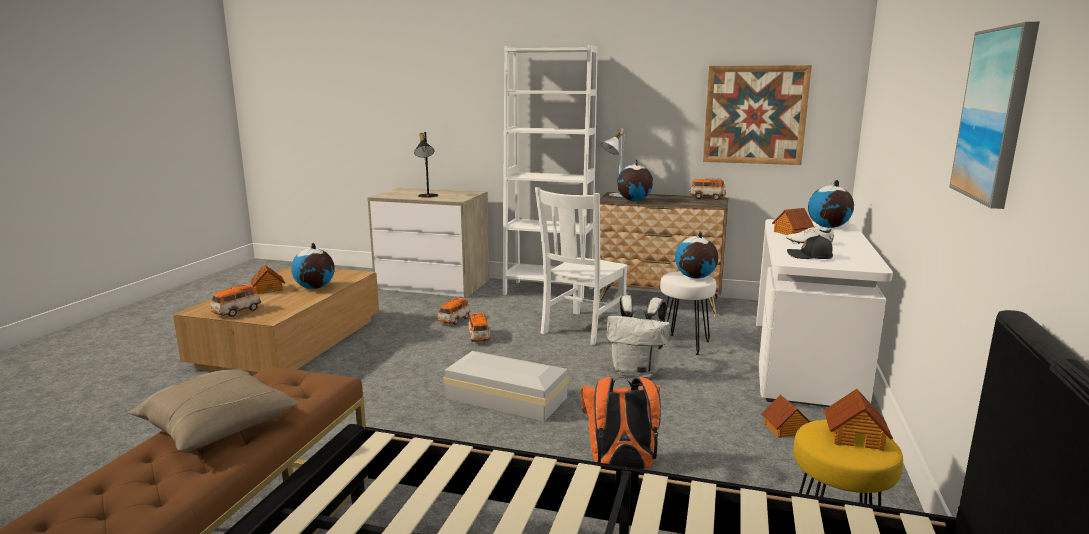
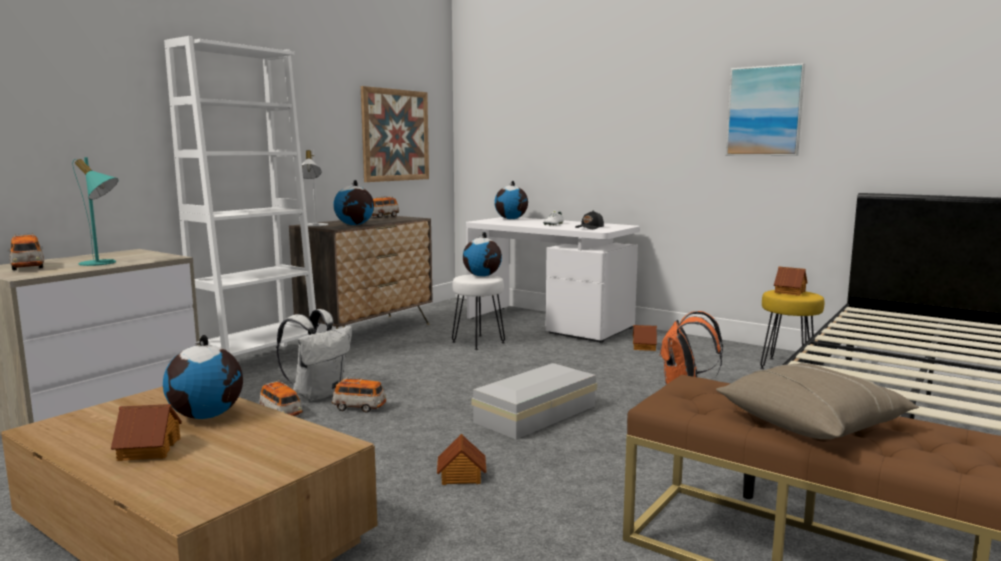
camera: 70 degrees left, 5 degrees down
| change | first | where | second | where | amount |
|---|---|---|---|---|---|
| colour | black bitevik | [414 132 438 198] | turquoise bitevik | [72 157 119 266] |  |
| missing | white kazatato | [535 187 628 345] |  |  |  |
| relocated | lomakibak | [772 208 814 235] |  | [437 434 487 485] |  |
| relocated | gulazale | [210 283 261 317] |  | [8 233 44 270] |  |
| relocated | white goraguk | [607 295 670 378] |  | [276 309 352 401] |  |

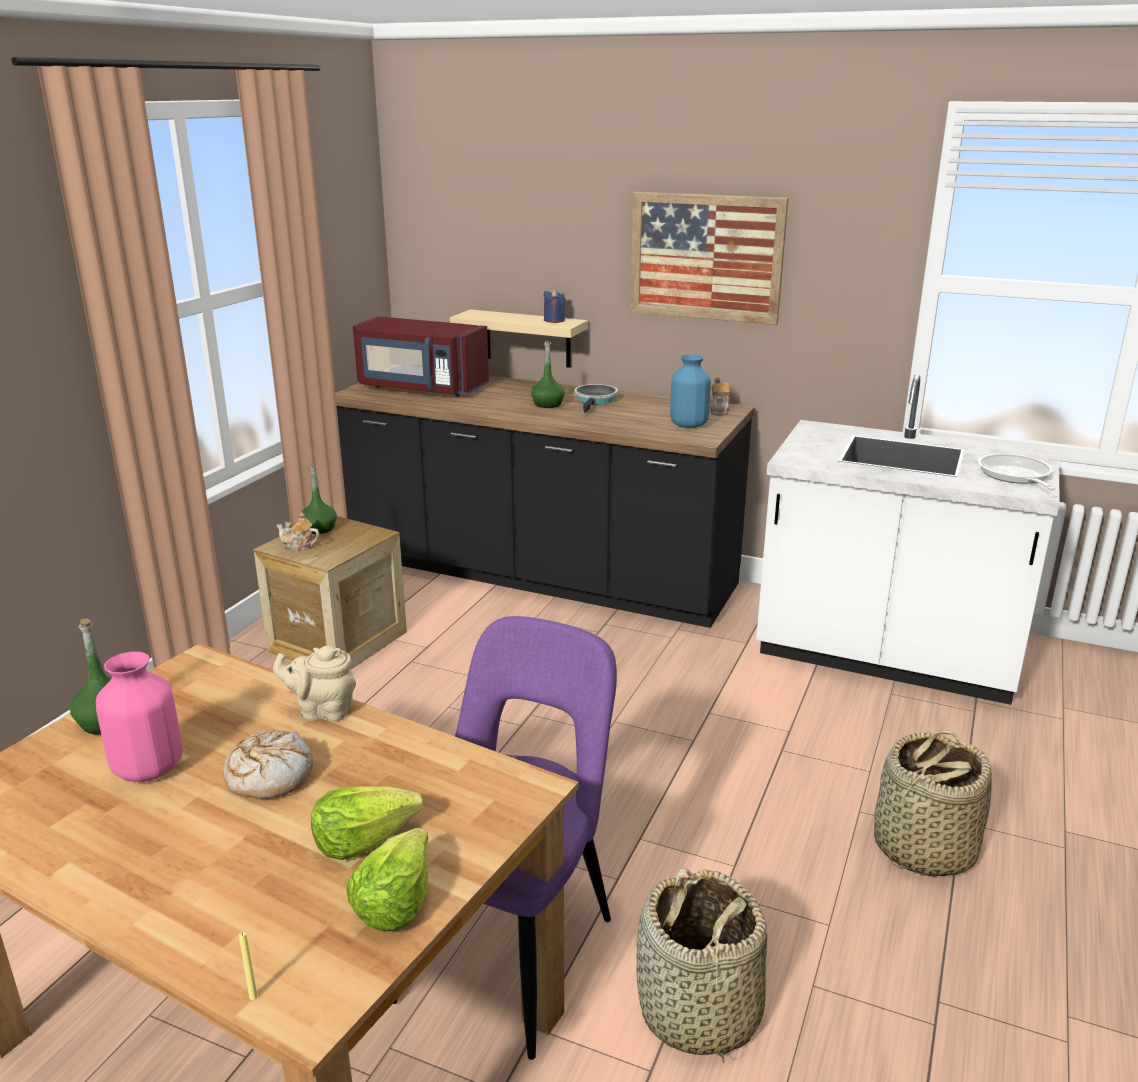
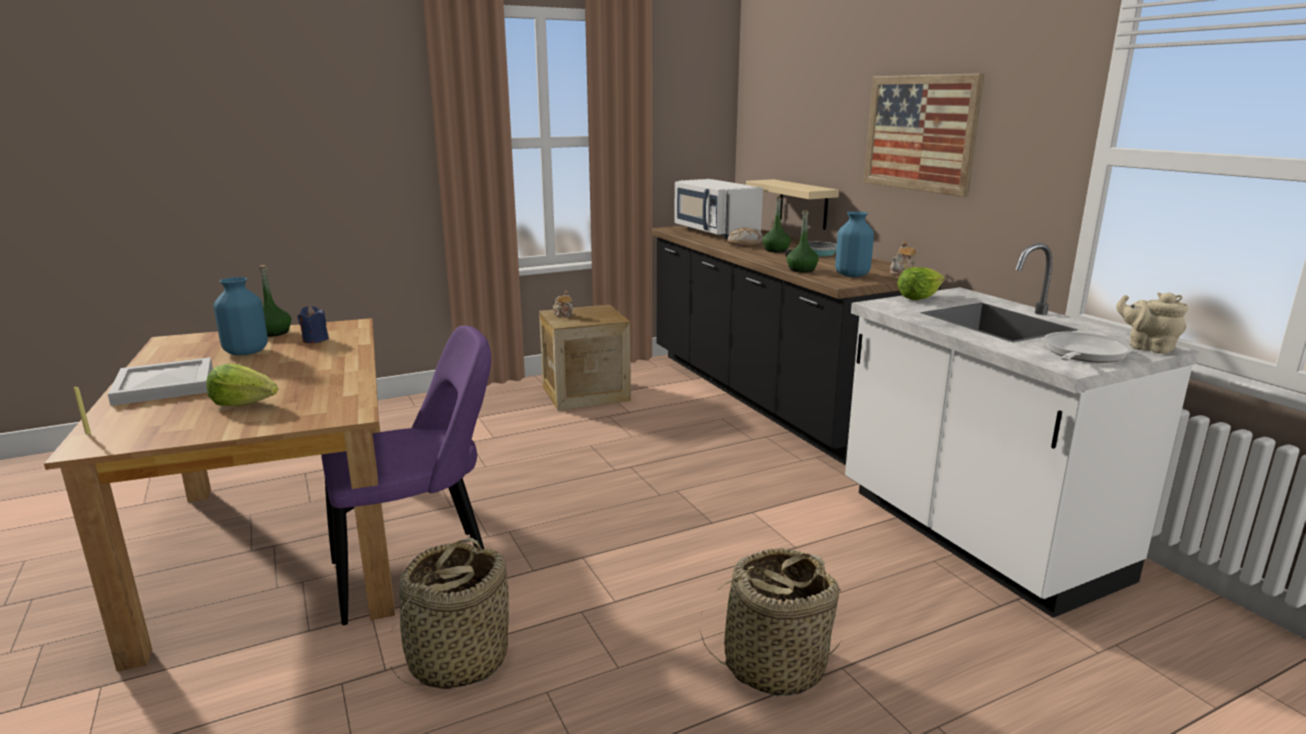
camera: 40 degrees right, 5 degrees down
| change | first | where | second | where | amount |
|---|---|---|---|---|---|
| relocated | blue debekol | [544 289 565 323] |  | [297 306 329 343] |  |
| colour | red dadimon | [353 316 489 397] | white dadimon | [674 179 763 239] |  |
| relocated | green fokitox | [302 464 337 534] |  | [787 210 819 273] |  |
| relocated | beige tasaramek | [273 646 356 722] |  | [1116 292 1188 354] |  |
| colour | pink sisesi | [96 651 183 782] | blue sisesi | [214 277 268 356] |  |
| relocated | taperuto | [223 730 313 799] |  | [728 227 763 247] |  |
| relocated | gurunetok | [346 828 428 931] |  | [897 267 945 300] |  |
| appeared |  |  | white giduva | [108 357 213 406] |  |

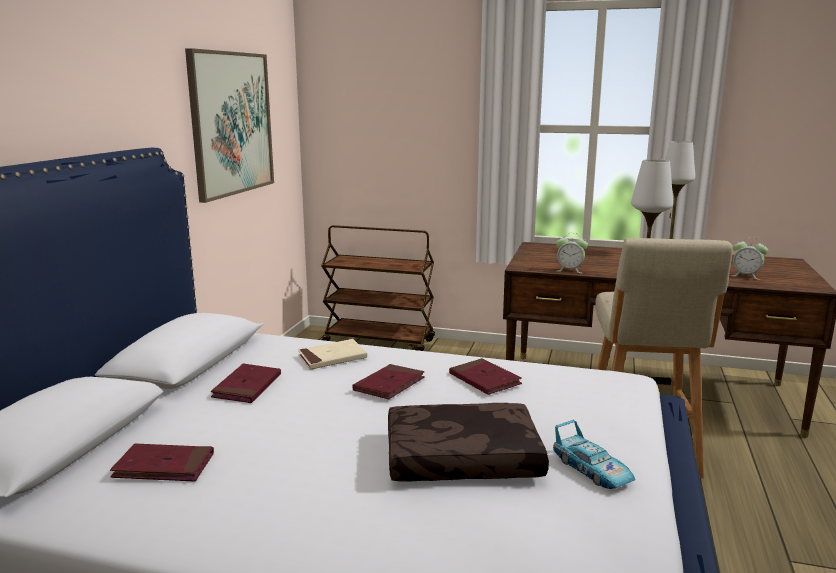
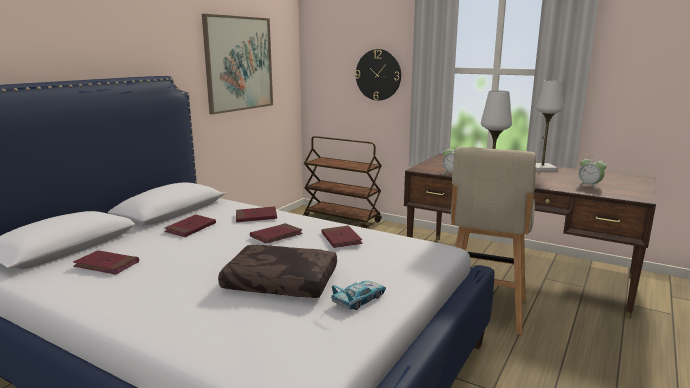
camera: 15 degrees right, 0 degrees up
| change | first | where | second | where | amount |
|---|---|---|---|---|---|
| colour | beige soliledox | [298 339 367 370] | red soliledox | [236 206 277 222] |  |
| spun | gulazale | [553 420 635 489] |  | [331 281 386 310] | 120 degrees counterclockwise |
| appeared |  |  | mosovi | [355 49 401 101] |  |

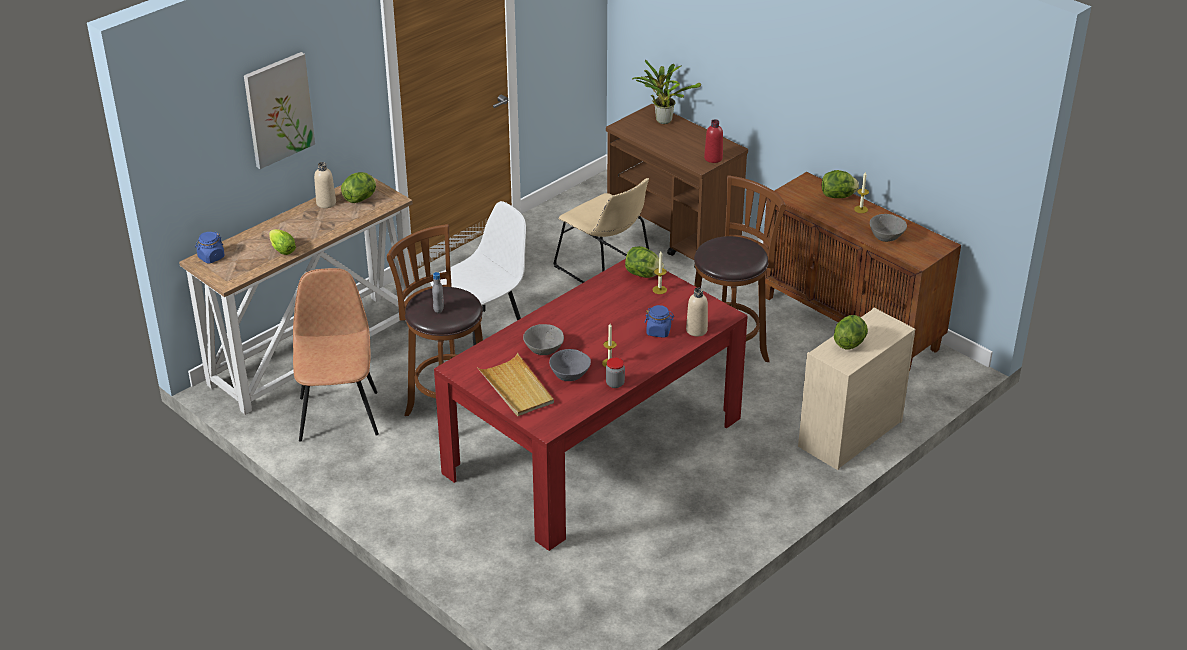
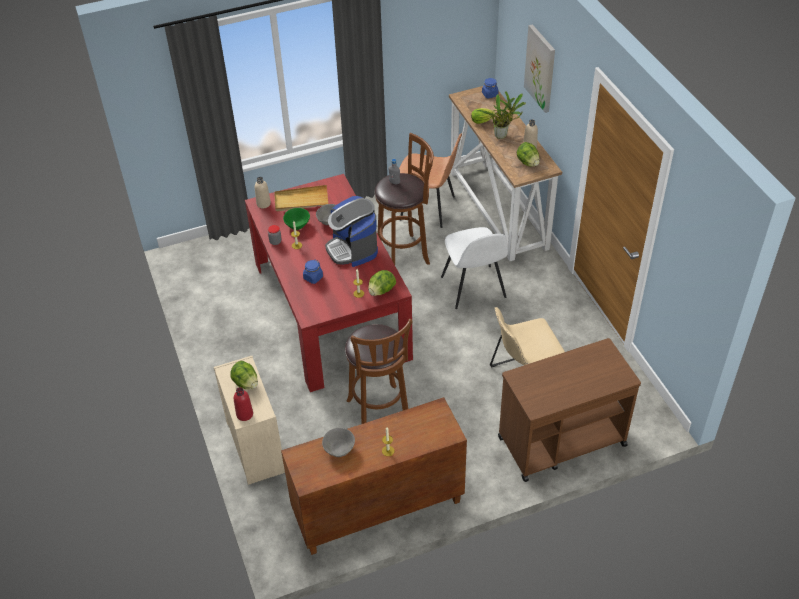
camera: 115 degrees right, 10 degrees up
| change | first | where | second | where | amount |
|---|---|---|---|---|---|
| relocated | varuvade | [632 60 701 124] |  | [476 91 525 139] |  |
| relocated | red fokitox | [704 119 723 163] |  | [234 387 253 421] |  |
| missing | gurunetok | [822 170 859 198] |  |  |  |
| relocated | beige fokitox | [686 288 708 336] |  | [255 177 271 208] |  |
| colour | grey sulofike | [549 349 591 381] | green sulofike | [283 208 310 230] |  |
| appeared |  |  | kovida | [325 196 378 267] |  |

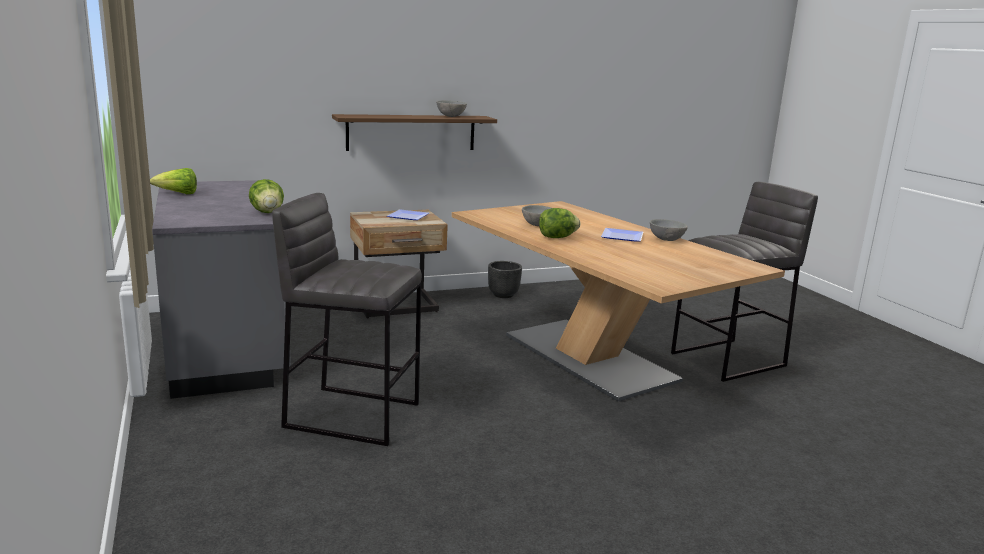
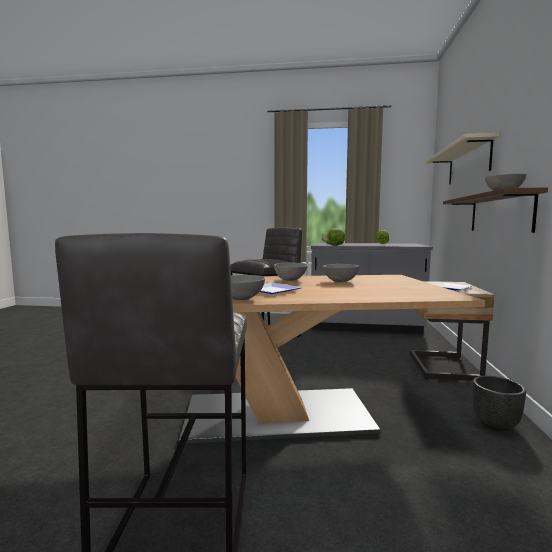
camera: 120 degrees right, 10 degrees down
| change | first | where | second | where | amount |
|---|---|---|---|---|---|
| exchanged | gurunetok | [539 208 580 238] | grey sulofike | [274 263 308 281] |  |
| appeared |  |  | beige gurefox | [425 133 499 185] |  |

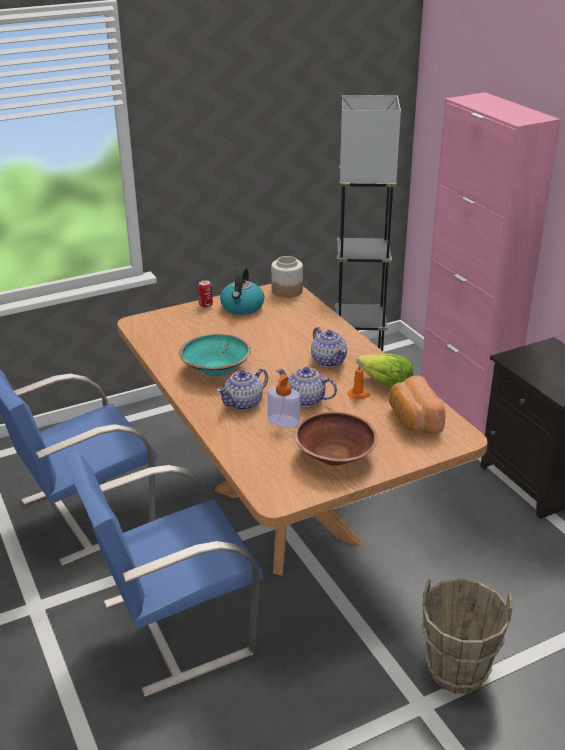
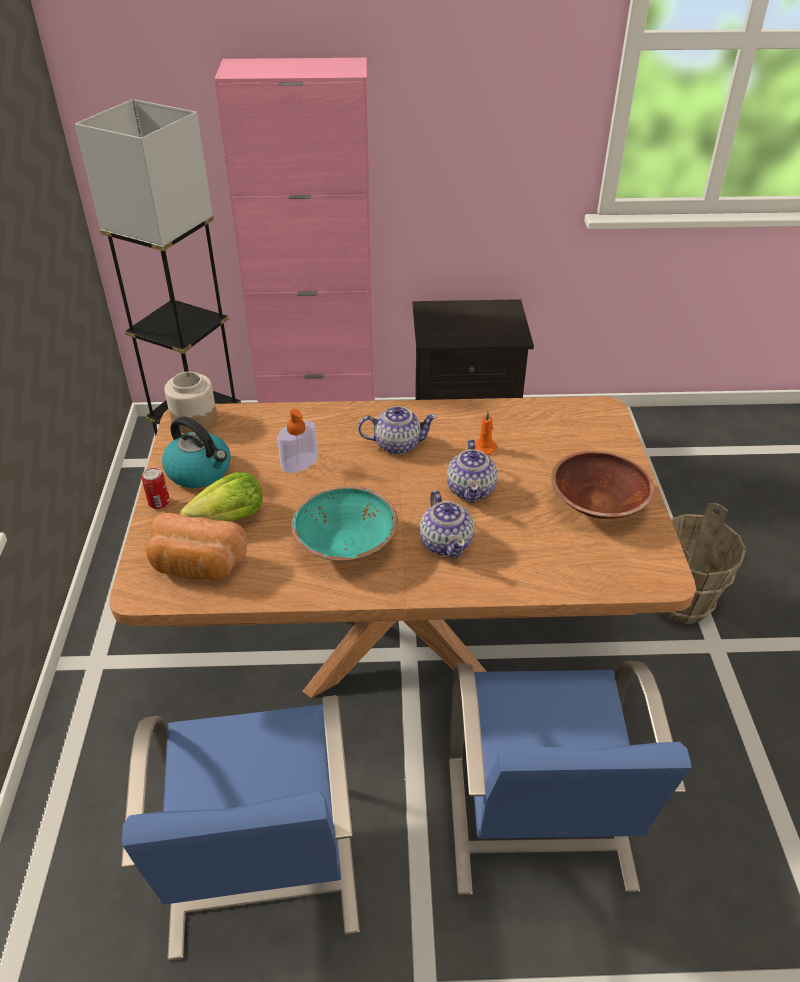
camera: 65 degrees left, 10 degrees up
| change | first | where | second | where | amount |
|---|---|---|---|---|---|
| relocated | gurunetok | [356 354 413 388] |  | [180 472 263 522] |  |
| spun | tasaramek | [276 367 337 407] |  | [447 439 498 503] | 45 degrees counterclockwise |
| relocated | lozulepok | [267 374 300 427] |  | [277 409 318 473] |  |
| relocated | taperuto | [389 375 446 434] |  | [146 513 247 581] |  |

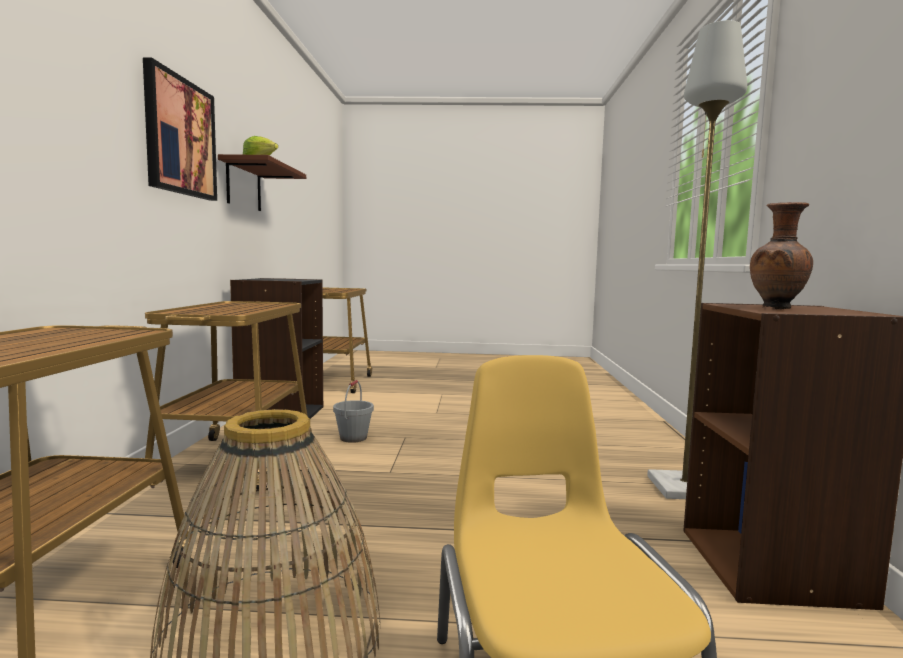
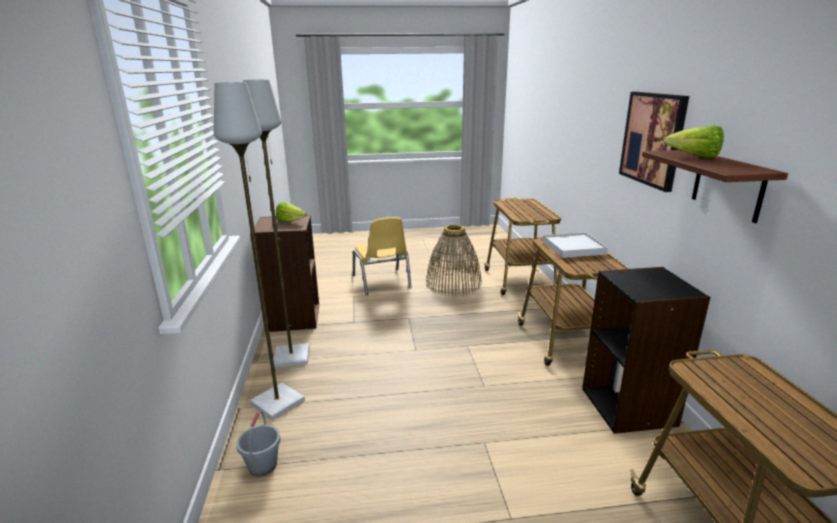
camera: 170 degrees right, 15 degrees up
| change | first | where | second | where | amount |
|---|---|---|---|---|---|
| exchanged | brown sisesi | [750 202 813 309] | gurunetok | [276 202 307 222] |  |
| relocated | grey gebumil | [333 380 374 443] |  | [236 411 280 477] |  |
| appeared |  |  | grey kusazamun | [214 82 305 421] |  |
| appeared |  |  | white giduva | [543 233 608 258] |  |

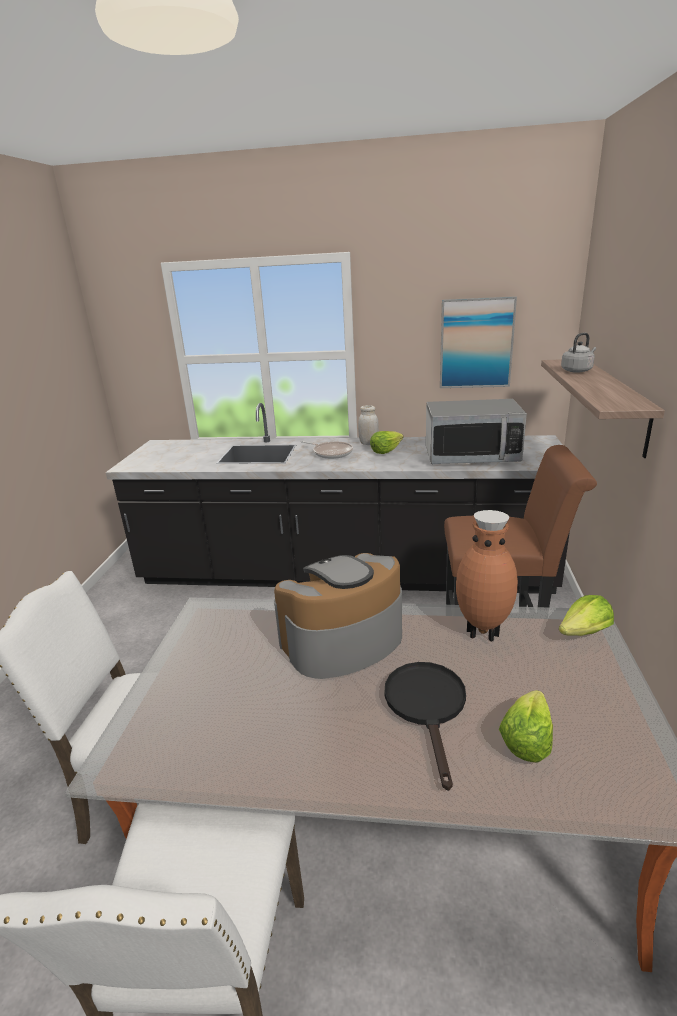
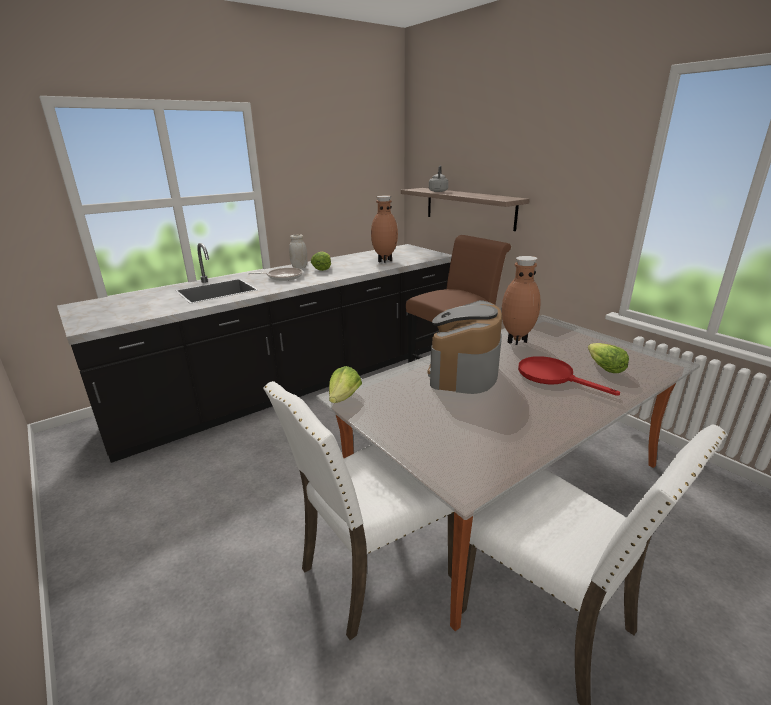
camera: 45 degrees left, 0 degrees up
| change | first | where | second | where | amount |
|---|---|---|---|---|---|
| missing | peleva | [440 296 517 388] |  |  |  |
| exchanged | dadimon | [426 399 527 464] | brown sisesi | [371 195 398 263] |  |
| relocated | gurunetok | [559 595 614 636] |  | [329 366 362 403] |  |
| colour | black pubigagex | [385 662 466 791] | red pubigagex | [518 356 620 396] |  |

